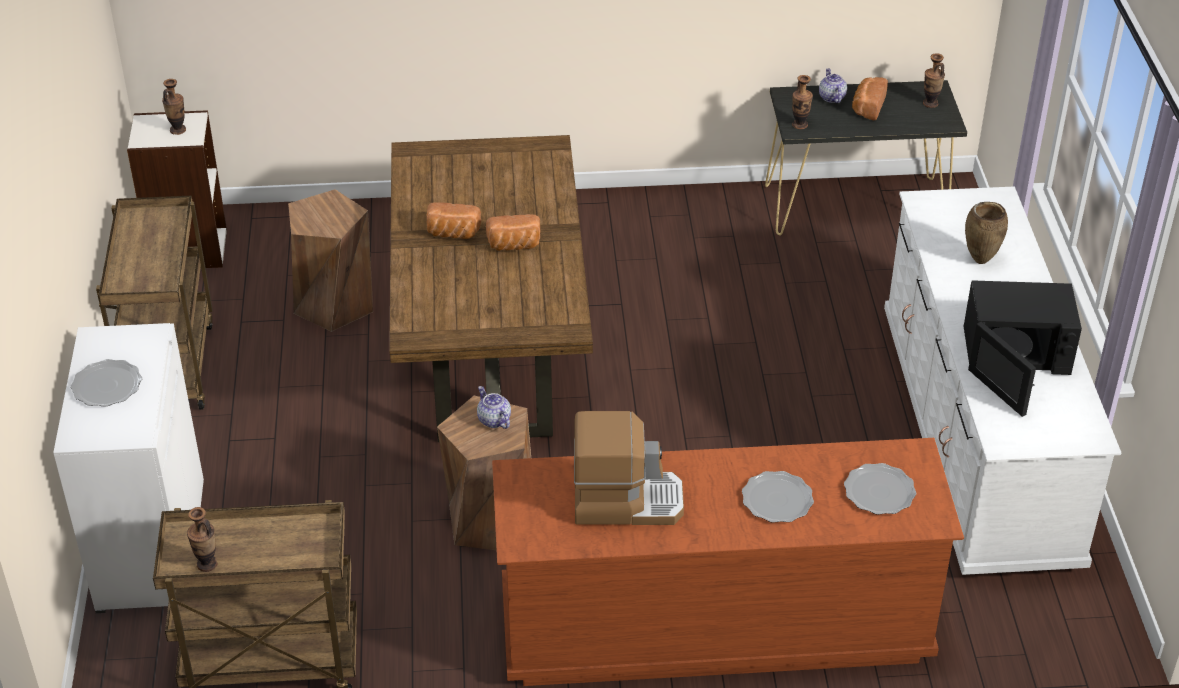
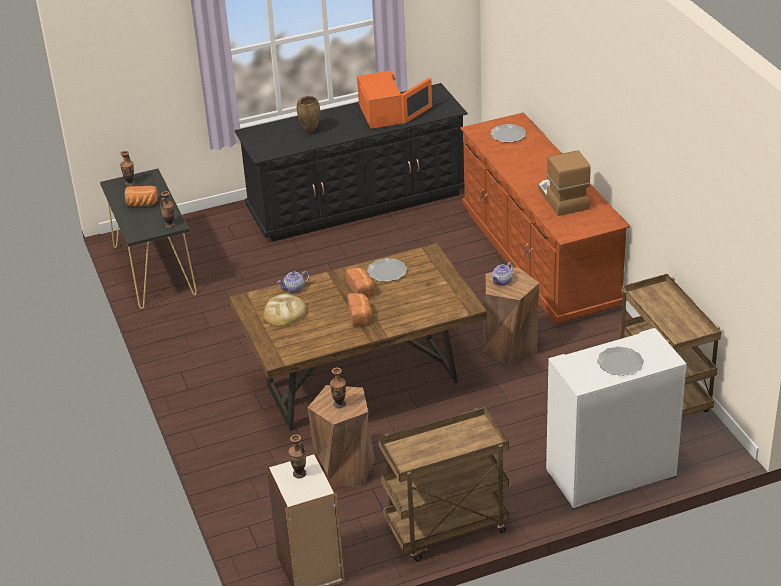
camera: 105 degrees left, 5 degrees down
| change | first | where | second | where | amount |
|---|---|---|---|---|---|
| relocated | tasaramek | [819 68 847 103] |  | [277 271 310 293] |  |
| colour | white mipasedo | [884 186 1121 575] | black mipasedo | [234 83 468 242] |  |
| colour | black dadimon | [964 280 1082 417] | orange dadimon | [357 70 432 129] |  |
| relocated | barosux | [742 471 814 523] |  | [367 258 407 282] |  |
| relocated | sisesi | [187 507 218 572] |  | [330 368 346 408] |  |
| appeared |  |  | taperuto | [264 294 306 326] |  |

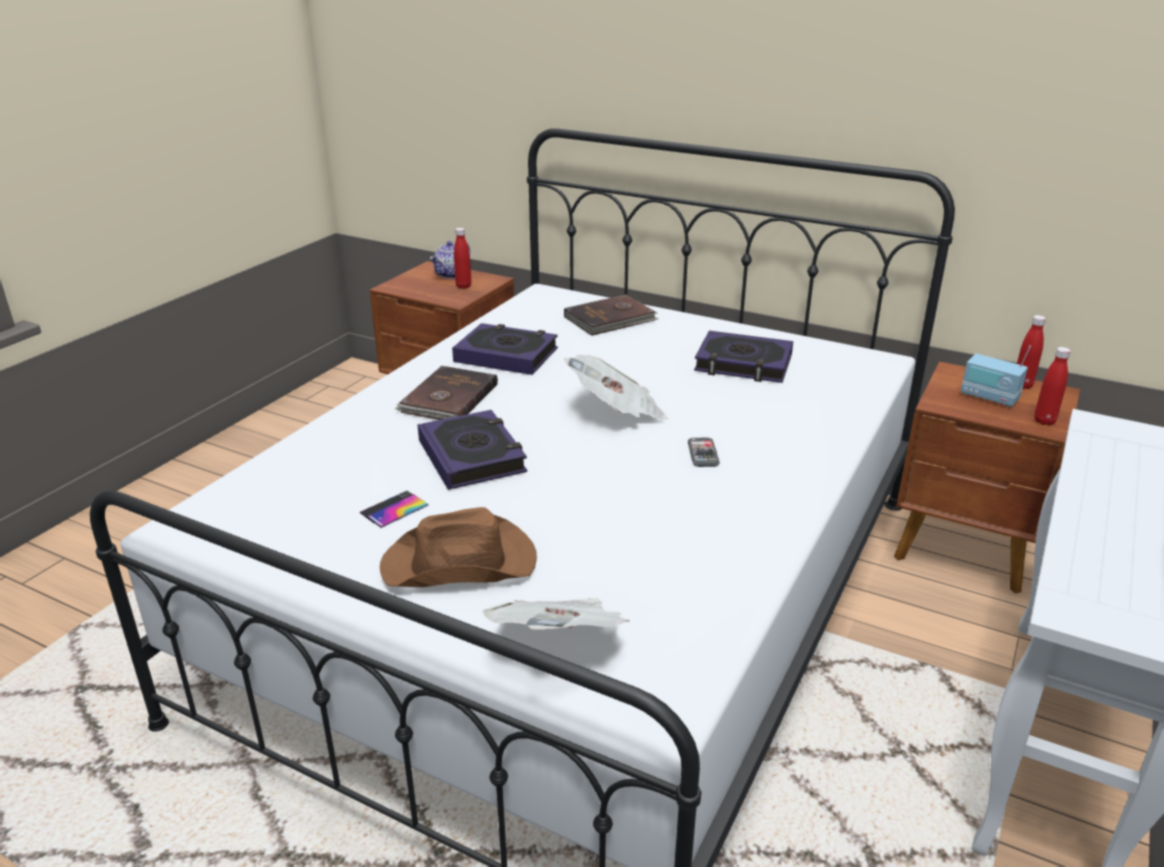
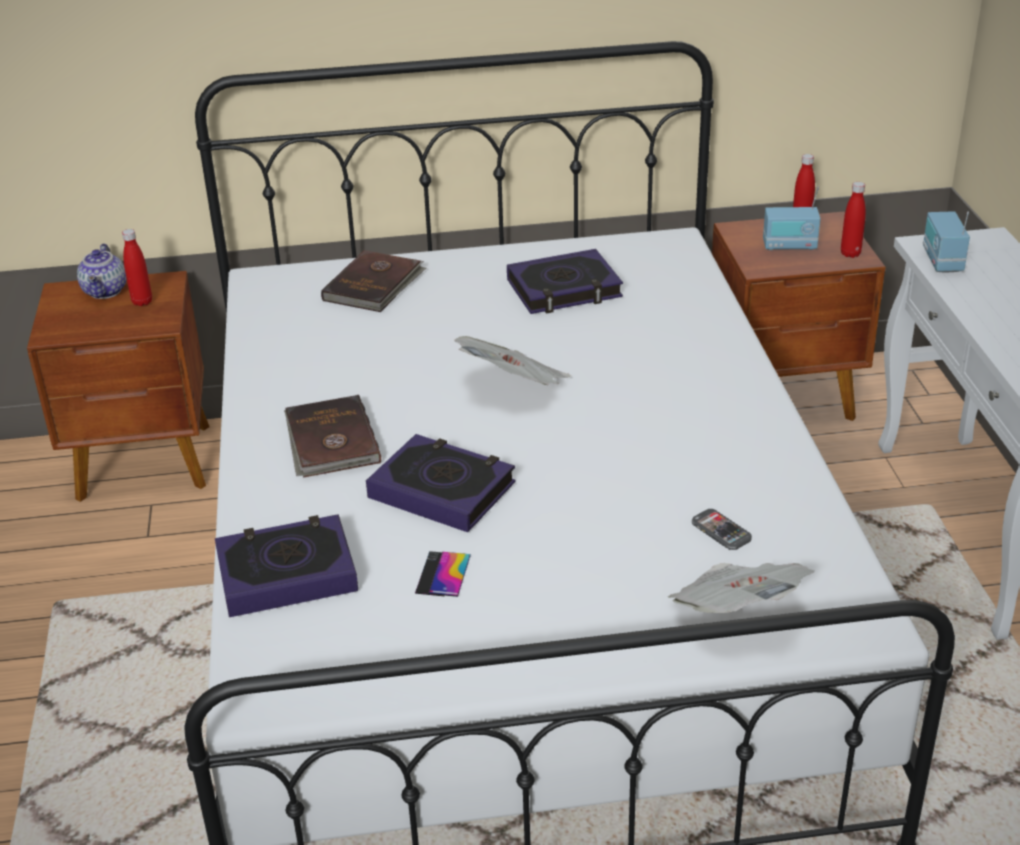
camera: 35 degrees left, 5 degrees up
| change | first | where | second | where | amount |
|---|---|---|---|---|---|
| relocated | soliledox | [452 323 558 375] |  | [215 514 358 617] |  |
| relocated | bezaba | [688 438 720 467] |  | [692 509 752 550] |  |
| missing | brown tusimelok | [380 507 537 587] |  |  |  |
| appeared |  |  | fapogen | [923 211 970 272] |  |

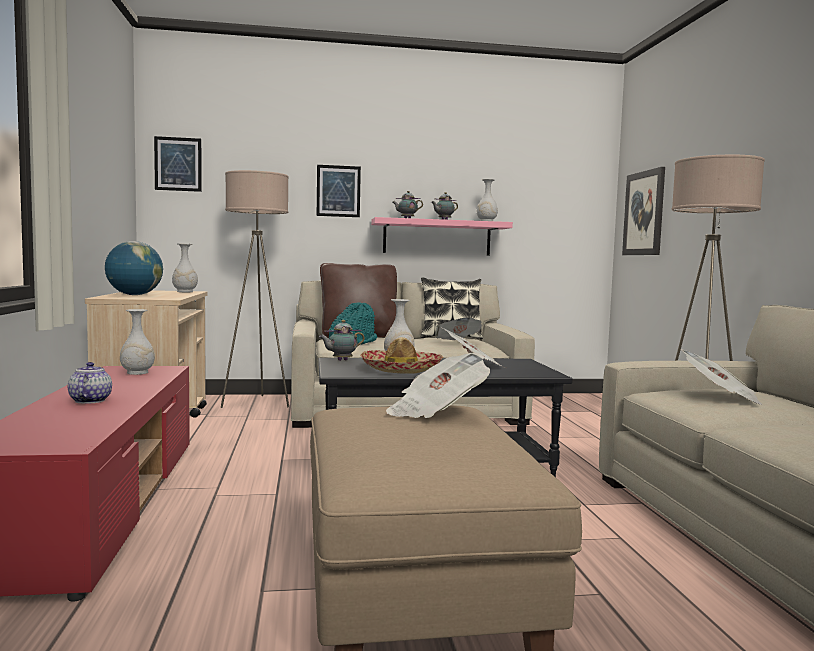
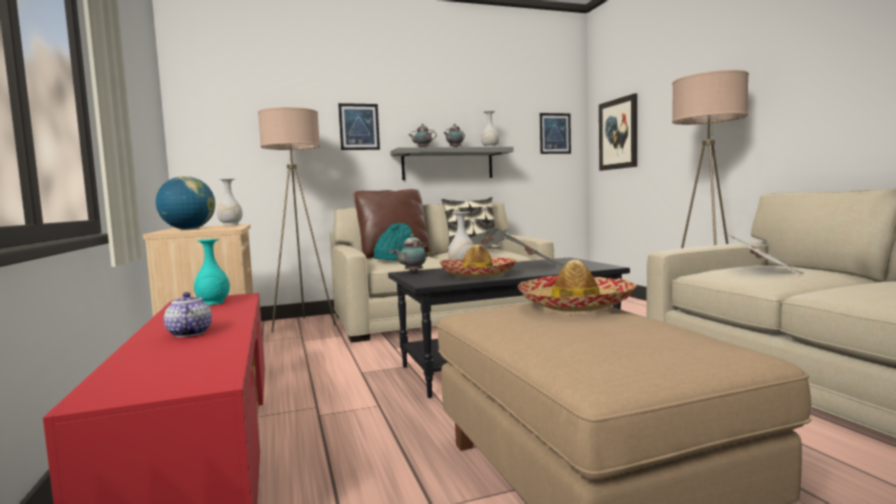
camera: 10 degrees left, 0 degrees up
| change | first | where | second | where | amount |
|---|---|---|---|---|---|
| relocated | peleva | [154 136 202 192] |  | [540 113 571 154] |  |
| colour | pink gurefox | [371 217 513 256] | grey gurefox | [390 147 514 180] |  |
| colour | white sisesi | [120 309 155 375] | turquoise sisesi | [194 239 230 305] |  |
| exchanged | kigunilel | [386 353 490 418] | tusimelok | [518 260 637 311] |  |

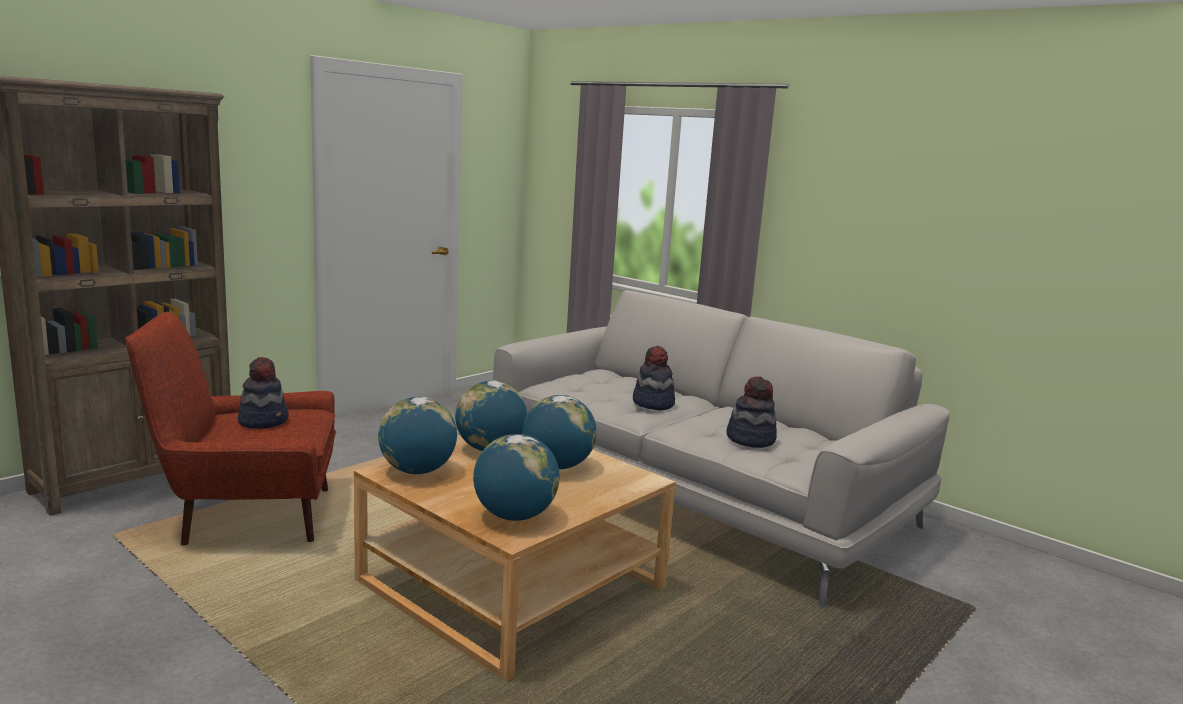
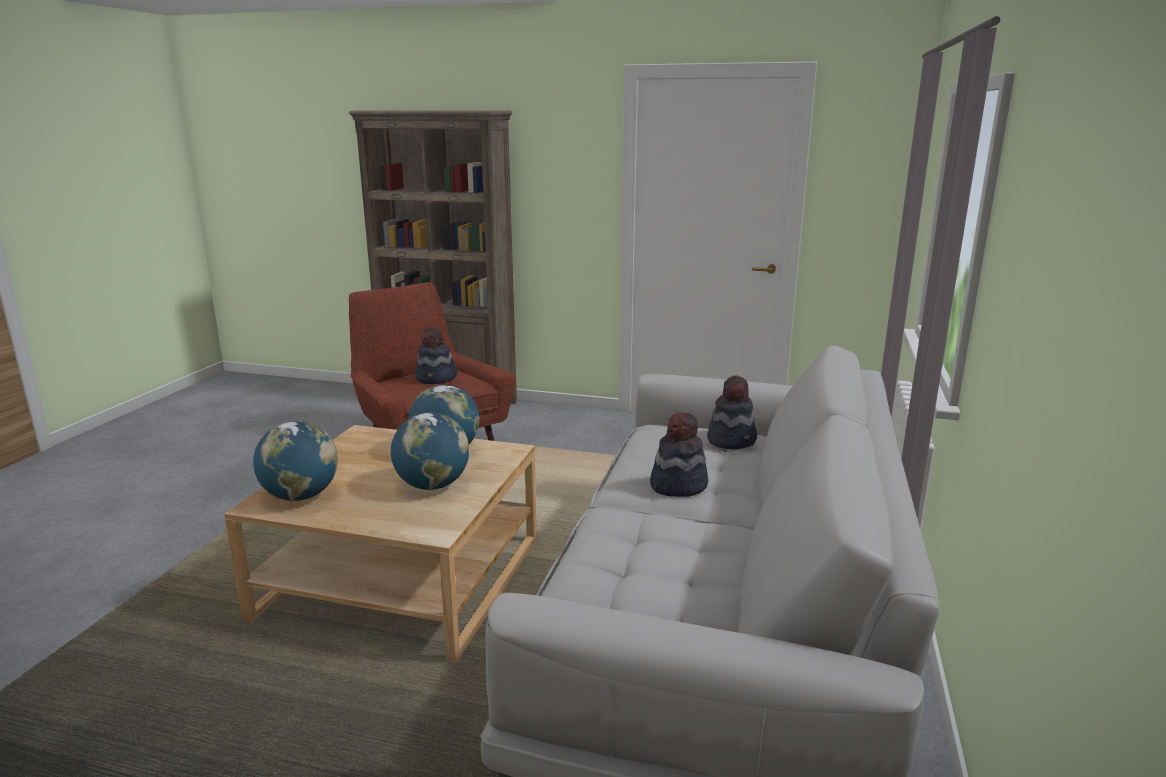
camera: 65 degrees right, 5 degrees up
| change | first | where | second | where | amount |
|---|---|---|---|---|---|
| relocated | tusimelok | [726 376 777 448] |  | [707 375 757 450] |  |
| missing | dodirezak | [378 397 457 474] |  |  |  |

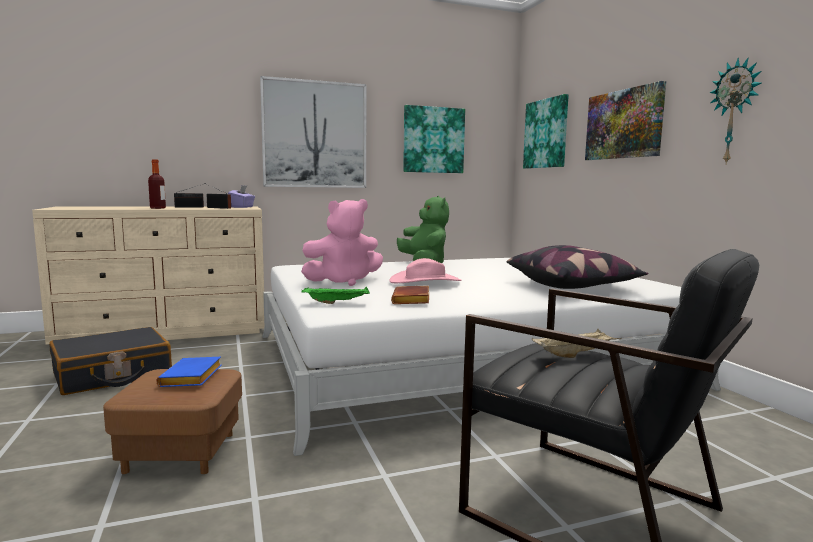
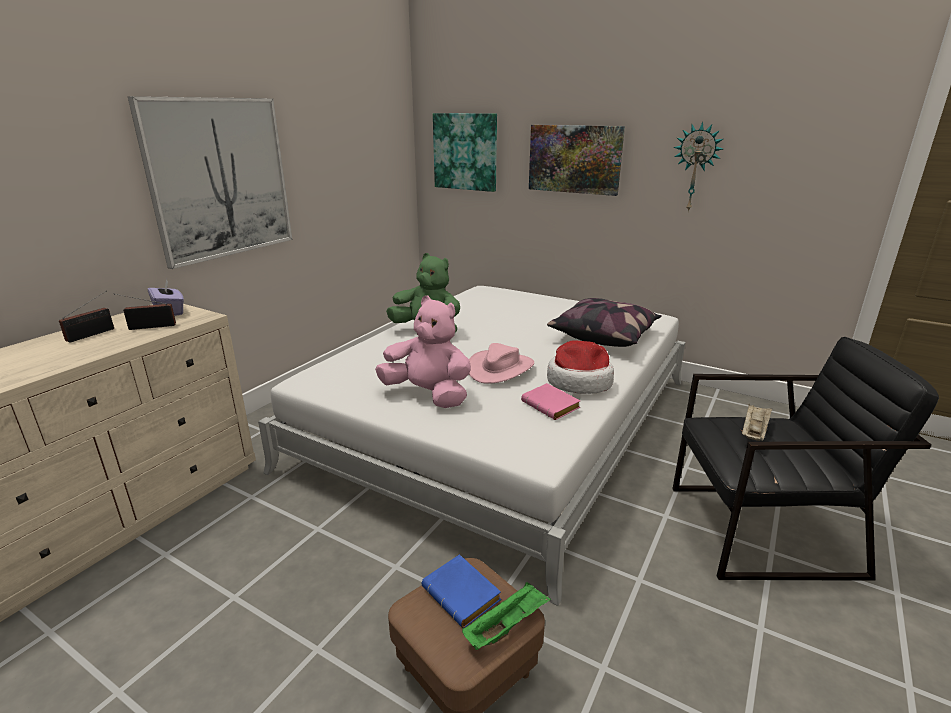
camera: 40 degrees left, 15 degrees up
| change | first | where | second | where | amount |
|---|---|---|---|---|---|
| missing | peleva | [403 105 465 173] |  |  |  |
| missing | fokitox | [148 159 166 209] |  |  |  |
| spun | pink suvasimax | [301 199 383 286] |  | [375 296 471 408] | 90 degrees counterclockwise |
| colour | brown soliledox | [391 285 429 304] | pink soliledox | [521 383 581 420] |  |
| relocated | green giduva | [302 287 370 304] |  | [462 582 551 650] |  |
| missing | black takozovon | [49 327 172 395] |  |  |  |
| appeared |  |  | tusimelok | [547 340 614 394] |  |

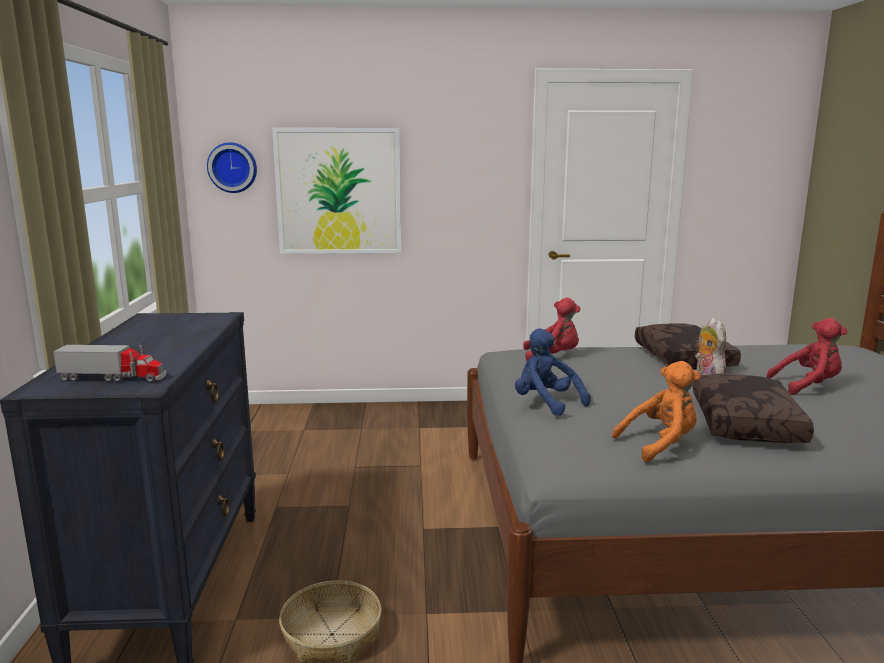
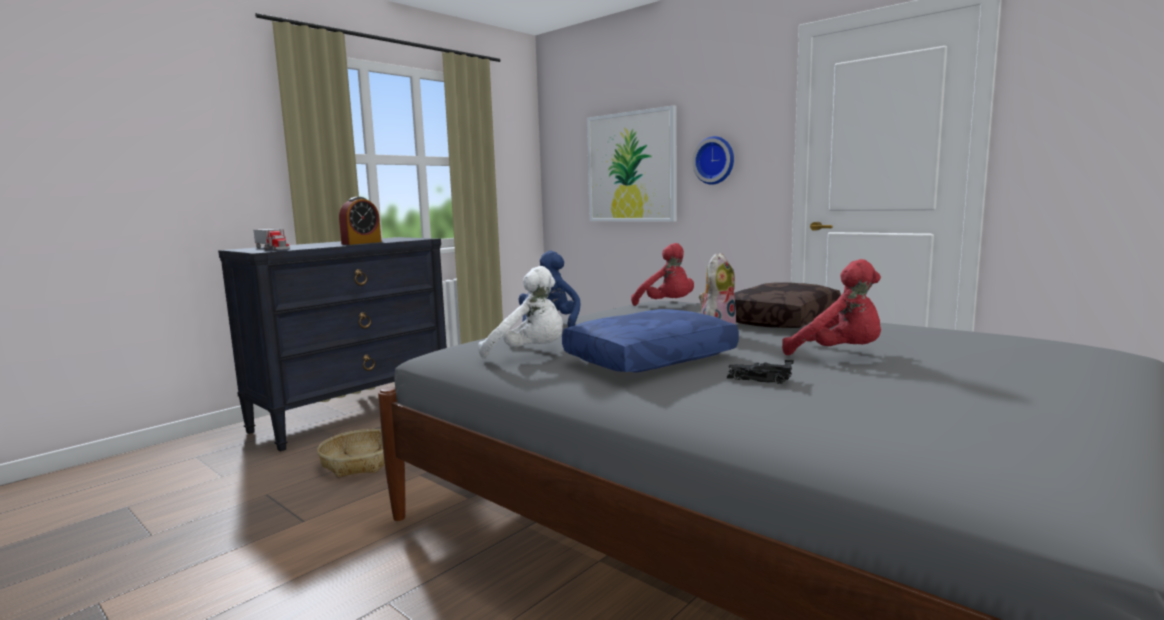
camera: 45 degrees right, 5 degrees down
| change | first | where | second | where | amount |
|---|---|---|---|---|---|
| relocated | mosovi | [207 142 257 193] |  | [692 136 734 185] |  |
| colour | orange suvasimax | [612 361 700 462] | white suvasimax | [478 266 563 358] |  |
| colour | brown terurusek | [693 374 814 443] | blue terurusek | [562 309 739 373] |  |
| appeared |  |  | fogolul | [339 197 381 245] |  |
| appeared |  |  | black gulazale | [727 360 794 384] |  |

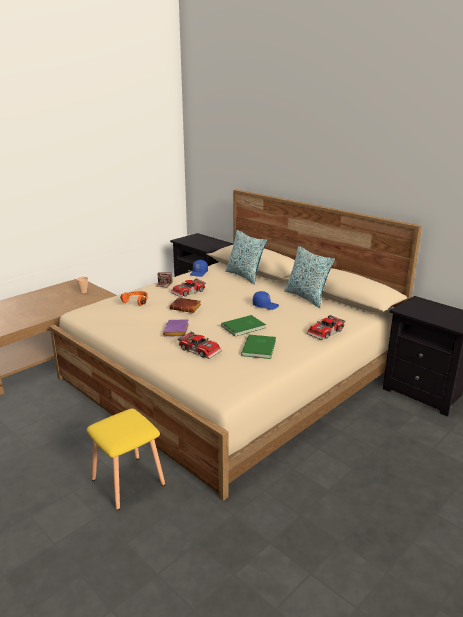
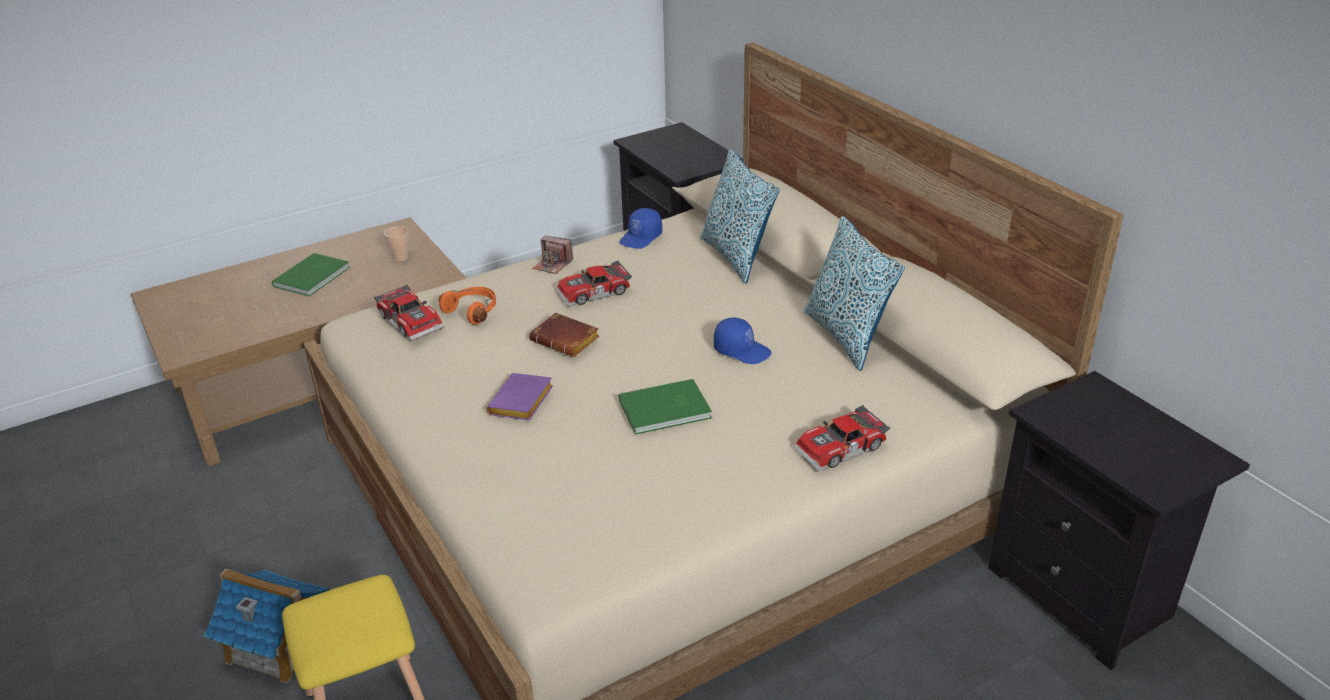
camera: 15 degrees right, 10 degrees up
| change | first | where | second | where | amount |
|---|---|---|---|---|---|
| relocated | gulazale | [178 332 222 359] |  | [374 285 444 341] |  |
| relocated | green soliledox | [241 335 276 359] |  | [272 253 350 296] |  |
| appeared |  |  | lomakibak | [204 569 330 683] |  |

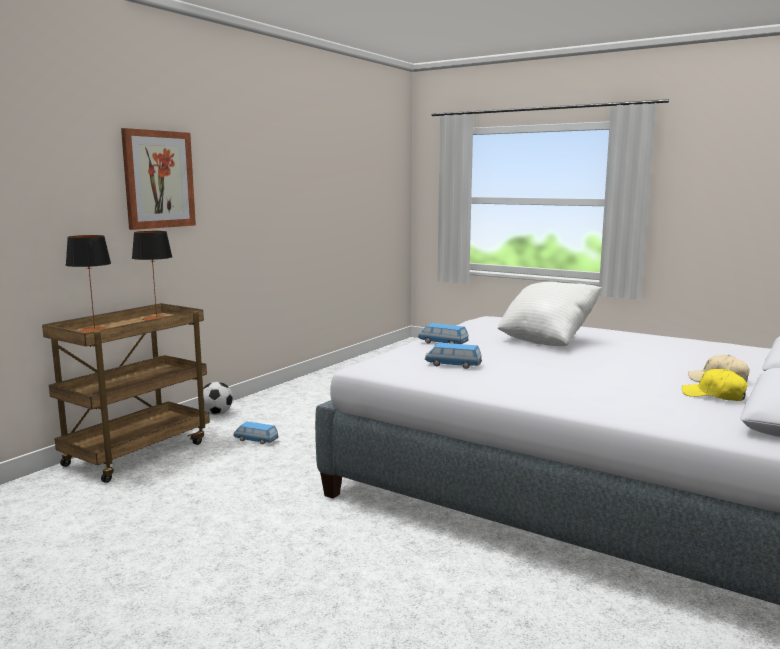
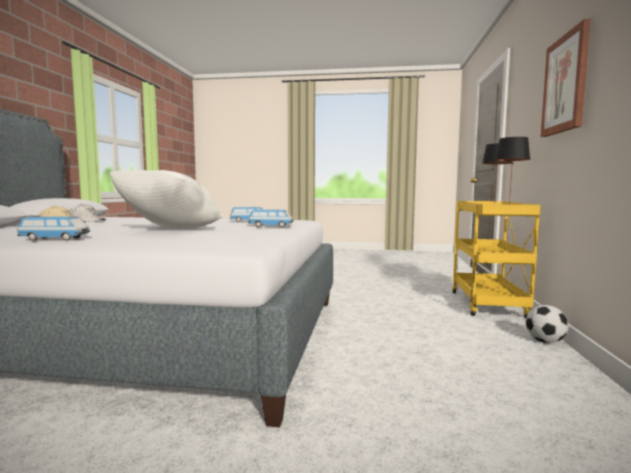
camera: 155 degrees right, 5 degrees down
| change | first | where | second | where | amount |
|---|---|---|---|---|---|
| colour | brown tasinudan | [42 303 210 483] | yellow tasinudan | [452 201 541 318] |  |
| colour | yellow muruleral | [682 369 748 401] | white muruleral | [69 204 106 222] |  |
| relocated | gulazale | [233 422 279 444] |  | [17 217 90 241] |  |

